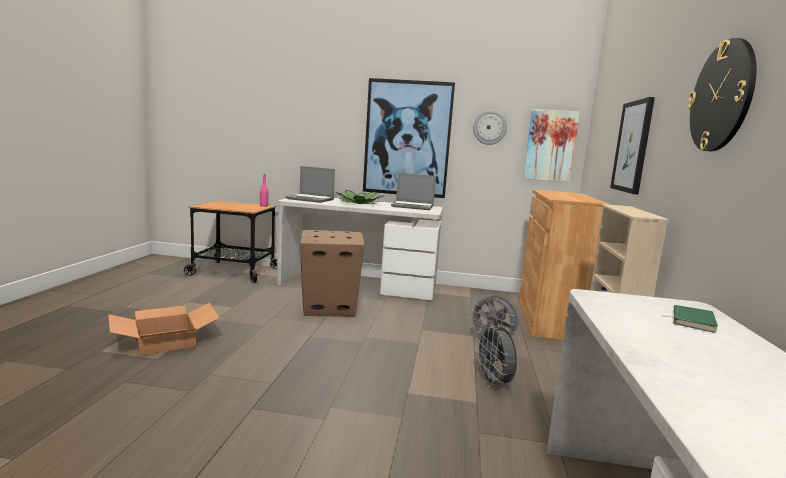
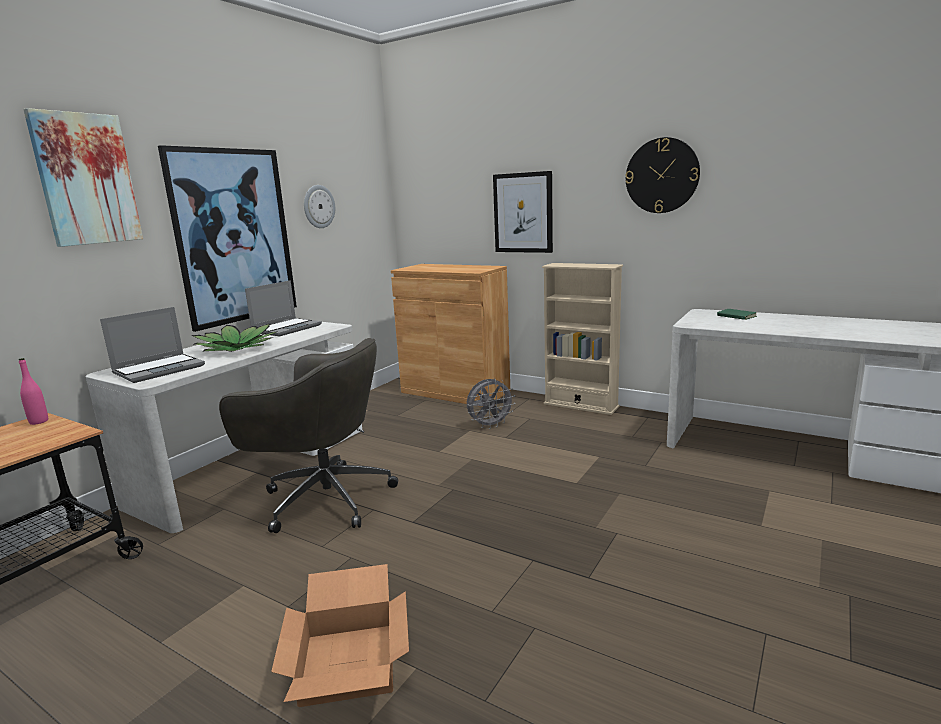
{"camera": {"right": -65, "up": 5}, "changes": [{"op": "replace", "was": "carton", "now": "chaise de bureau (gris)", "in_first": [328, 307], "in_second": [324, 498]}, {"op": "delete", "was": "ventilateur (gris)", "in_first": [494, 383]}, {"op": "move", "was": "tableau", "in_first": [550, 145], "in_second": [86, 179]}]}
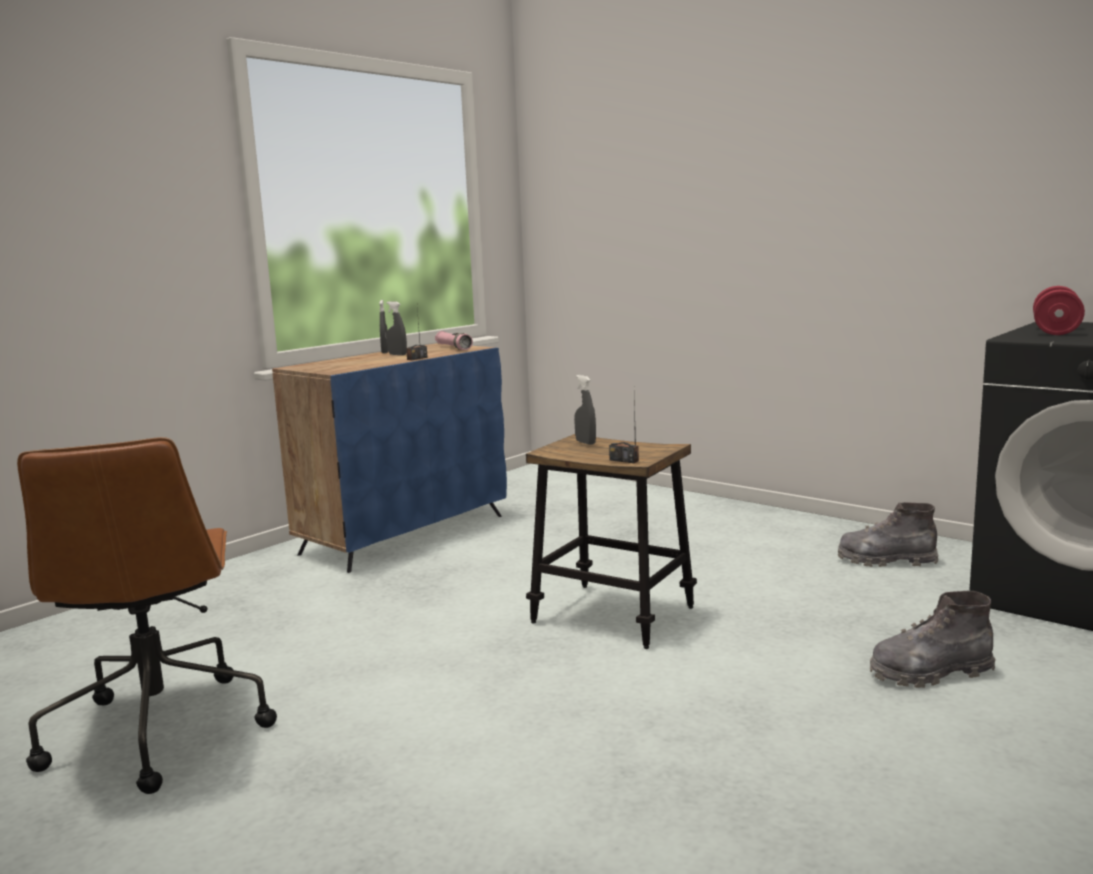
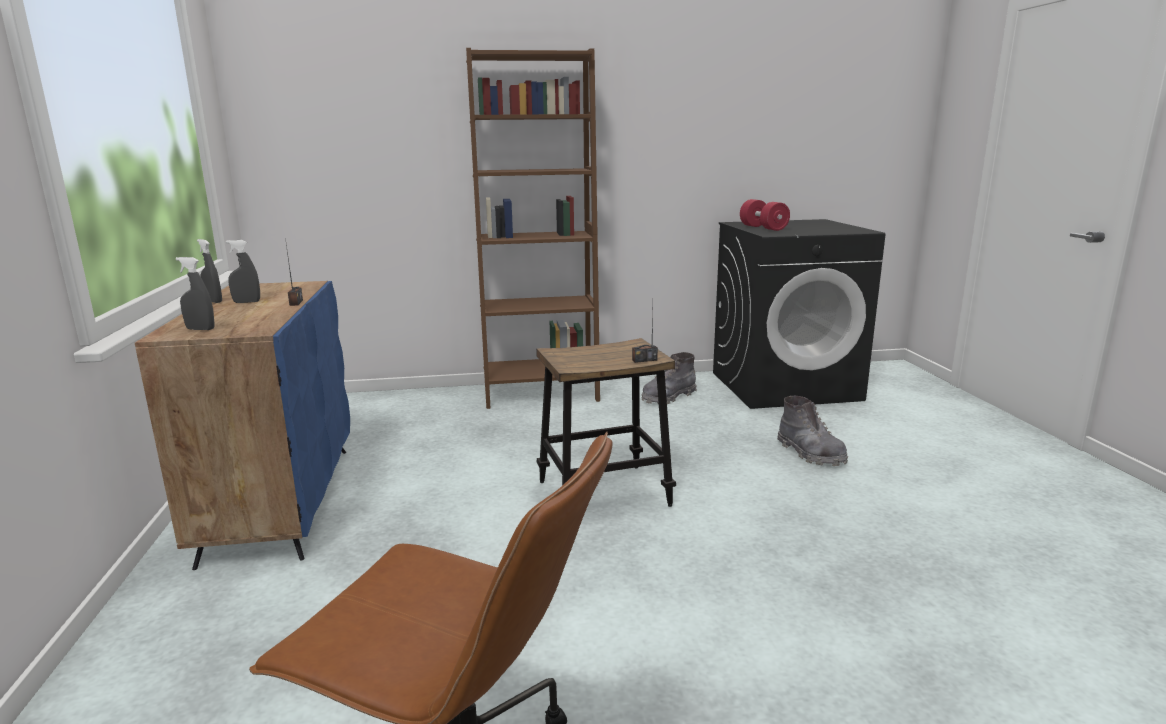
{"camera": {"right": -50, "up": 5}, "changes": [{"op": "delete", "was": "lampe de poche (rose)", "in_first": [453, 348]}, {"op": "move", "was": "vaporisateur (gris)", "in_first": [585, 442], "in_second": [200, 329]}, {"op": "rotate", "was": "botte (gris)", "in_first": [929, 672], "in_second": [810, 453], "clockwise": -60}, {"op": "insert", "now": "bibliothèque (marron)", "in_second": [540, 393]}]}
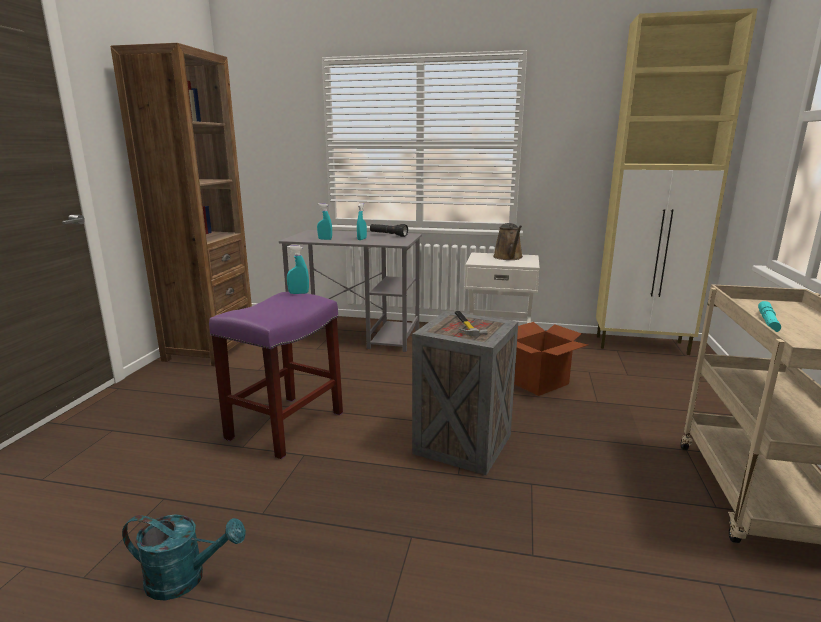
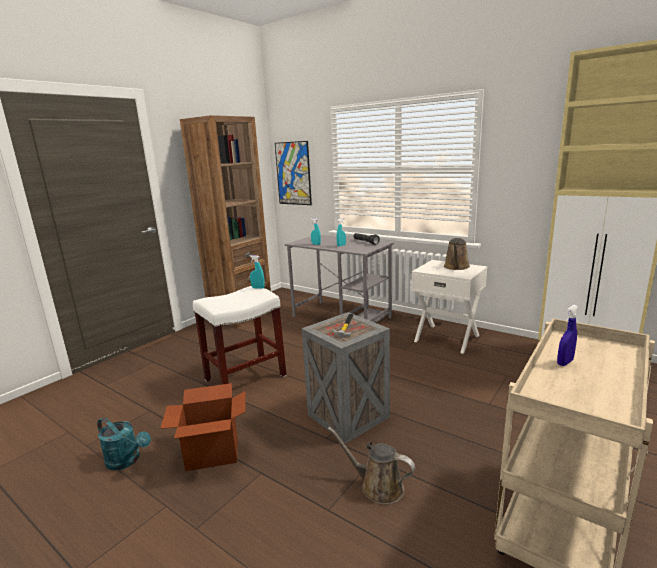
{"camera": {"right": 25, "up": 0}, "changes": [{"op": "recolor", "was": "tabouret (violet)", "now": "tabouret (blanc)", "in_first": [286, 425], "in_second": [246, 377]}, {"op": "move", "was": "carton", "in_first": [539, 383], "in_second": [212, 454]}, {"op": "replace", "was": "lampe de poche (turquoise)", "now": "vaporisateur (bleu)", "in_first": [768, 321], "in_second": [565, 362]}, {"op": "insert", "now": "tableau", "in_second": [293, 173]}, {"op": "insert", "now": "arrosoir (marron)", "in_second": [378, 486]}]}
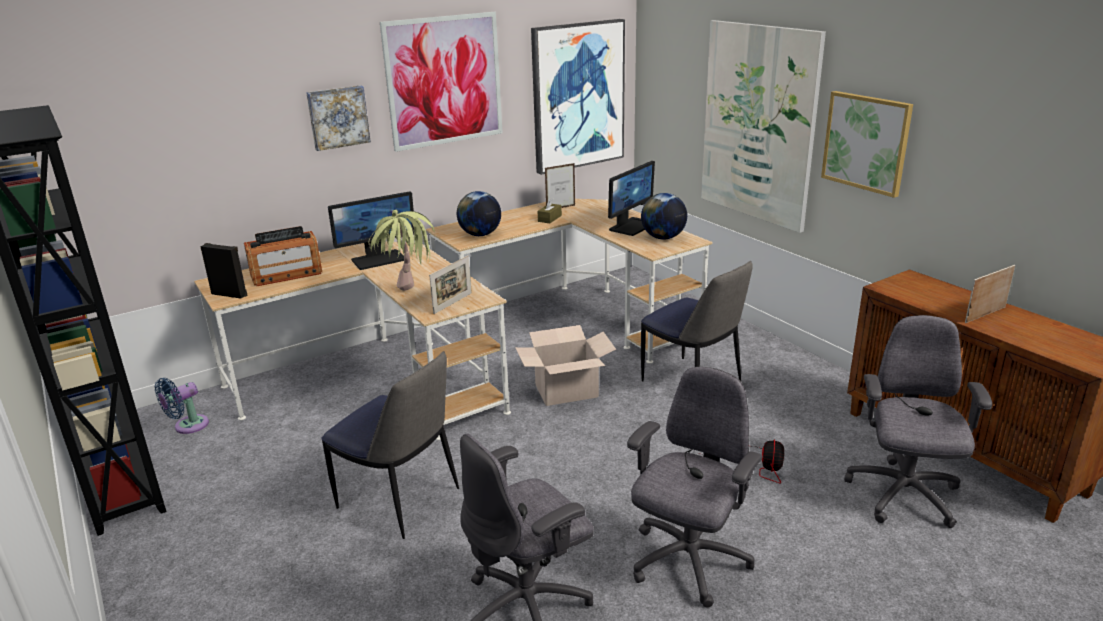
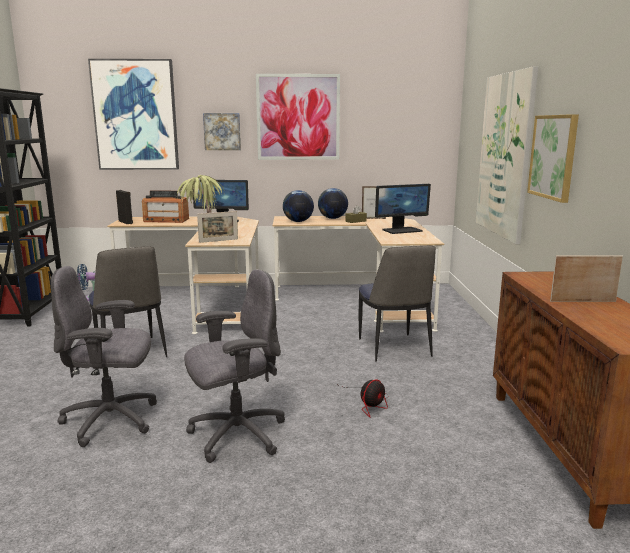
{"camera": {"right": 30, "up": -10}, "changes": [{"op": "delete", "was": "carton", "in_first": [566, 390]}, {"op": "move", "was": "tableau", "in_first": [577, 96], "in_second": [135, 115]}, {"op": "move", "was": "globe", "in_first": [663, 238], "in_second": [332, 218]}, {"op": "delete", "was": "chaise de bureau (gris)", "in_first": [903, 496]}]}
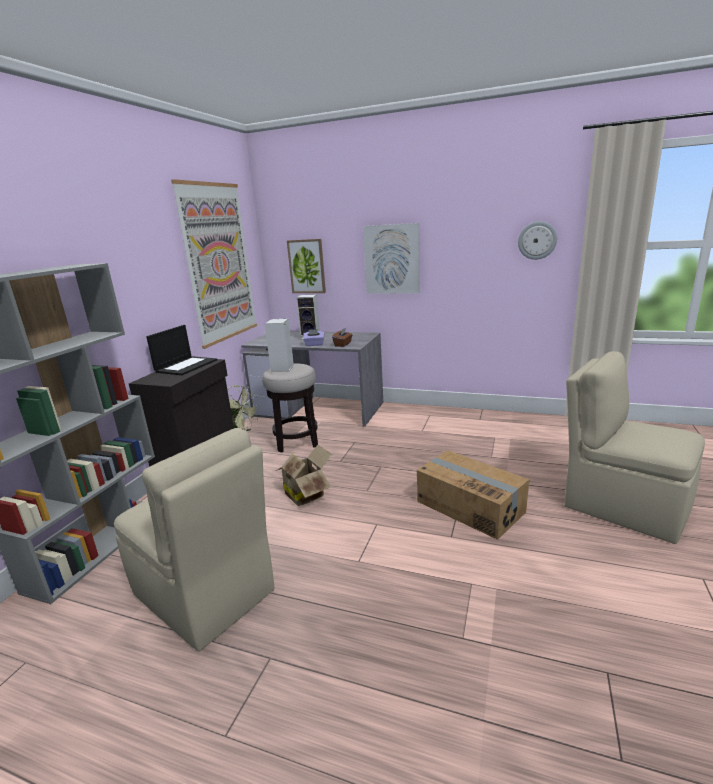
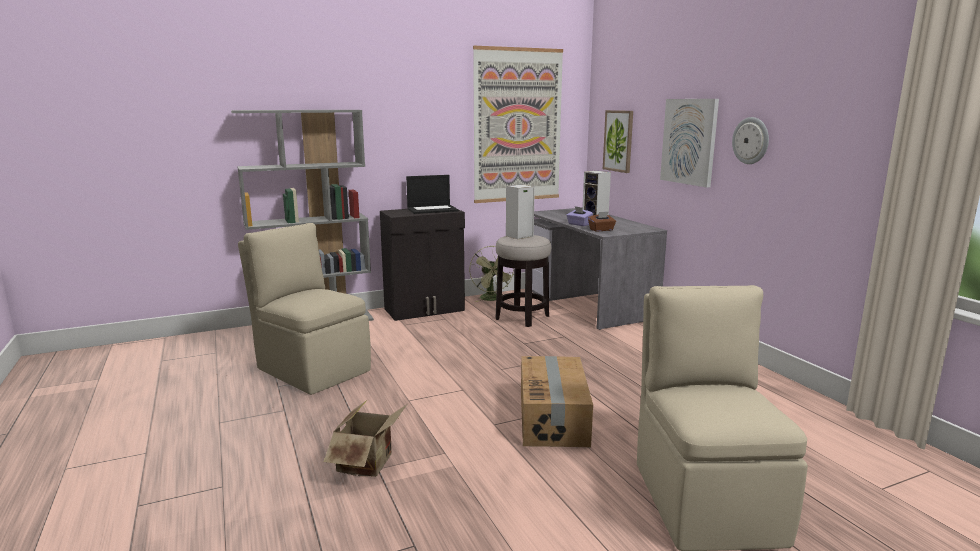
{"camera": {"right": 45, "up": -5}, "changes": [{"op": "rotate", "was": "chaise (beige)", "in_first": [206, 594], "in_second": [312, 369], "clockwise": 135}, {"op": "move", "was": "carton", "in_first": [306, 494], "in_second": [370, 463]}, {"op": "move", "was": "horloge murale", "in_first": [537, 240], "in_second": [751, 140]}]}
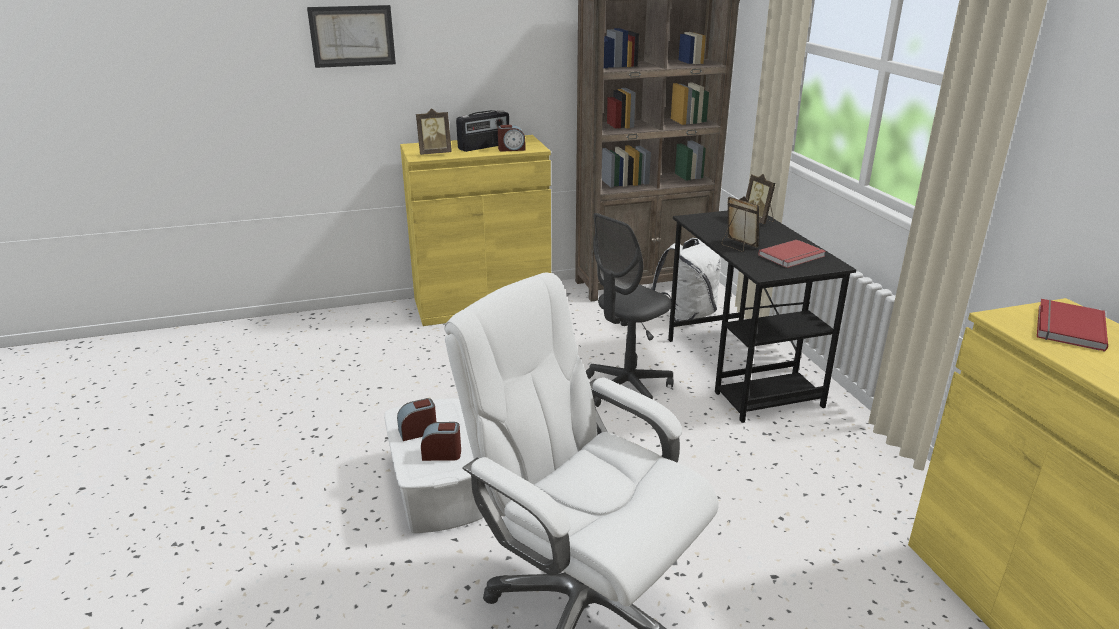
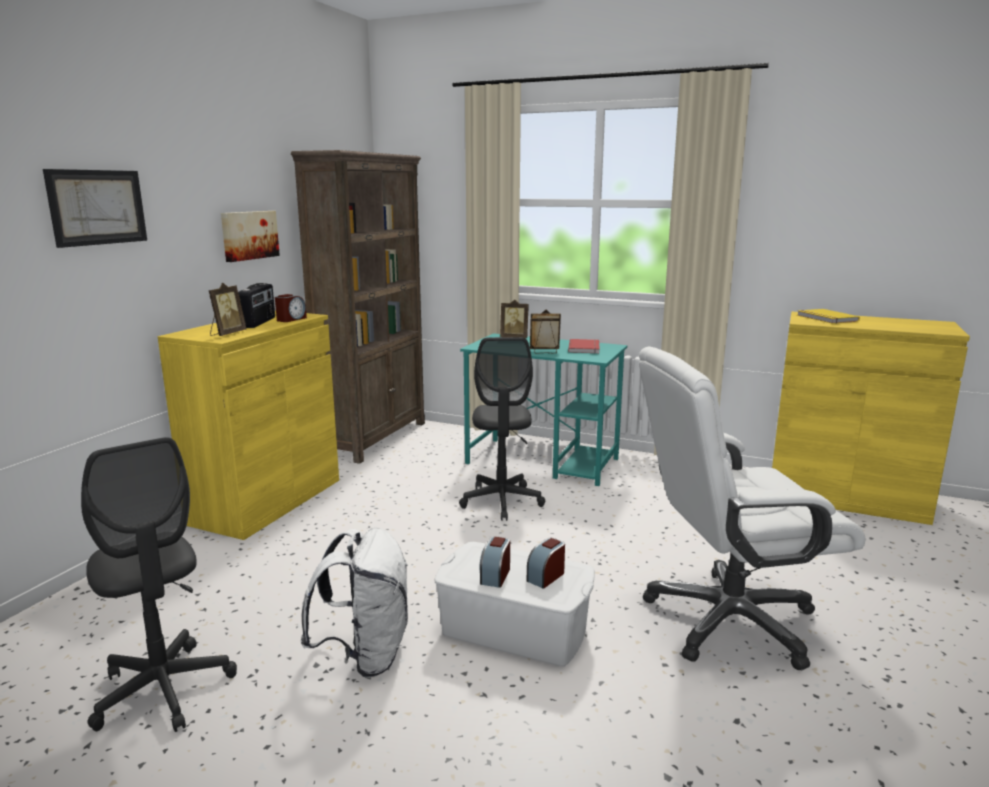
{"camera": {"right": -50, "up": -10}, "changes": [{"op": "move", "was": "sac à dos (blanc)", "in_first": [687, 316], "in_second": [365, 655]}, {"op": "recolor", "was": "bureau (noir)", "now": "bureau (turquoise)", "in_first": [741, 372], "in_second": [543, 461]}, {"op": "recolor", "was": "livre (rouge)", "now": "livre (jaune)", "in_first": [1066, 327], "in_second": [826, 318]}, {"op": "insert", "now": "chaise de bureau (gris)", "in_second": [164, 690]}, {"op": "insert", "now": "tableau", "in_second": [249, 235]}]}
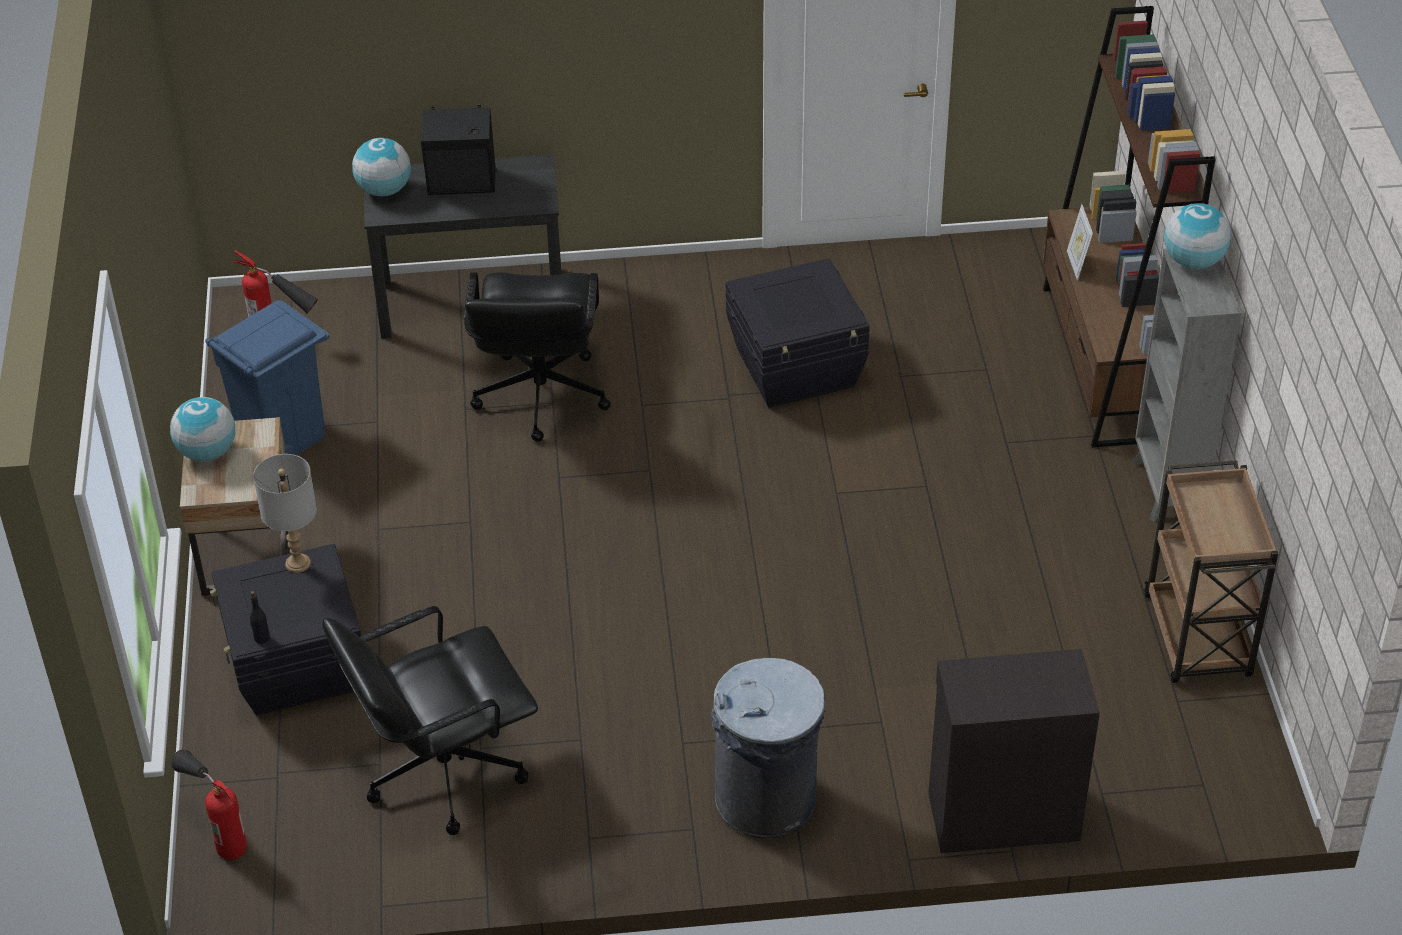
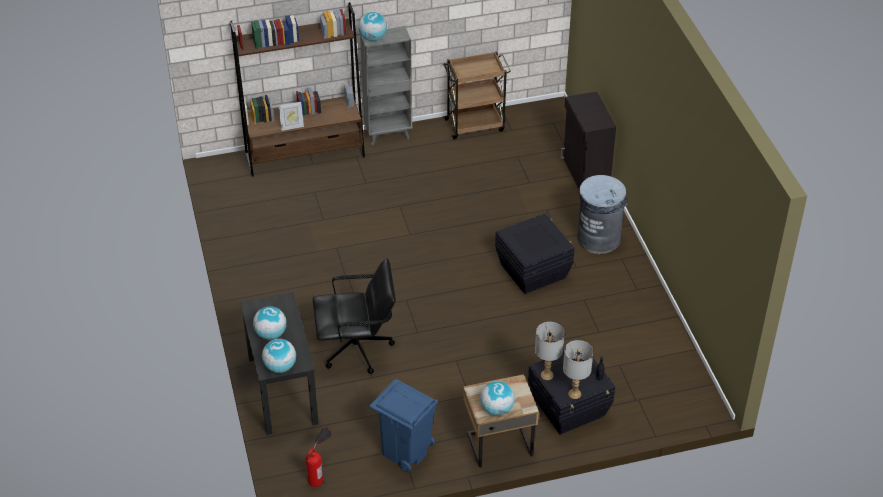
{"camera": {"right": -100, "up": 0}, "changes": [{"op": "delete", "was": "extincteur", "in_first": [217, 830]}, {"op": "delete", "was": "chaise de bureau (noir)", "in_first": [442, 771]}, {"op": "replace", "was": "enceinte (noir)", "now": "globe", "in_first": [463, 183], "in_second": [271, 334]}, {"op": "move", "was": "boîte de rangement (noir)", "in_first": [797, 369], "in_second": [533, 271]}, {"op": "insert", "now": "lampe de table (gris)", "in_second": [574, 393]}]}
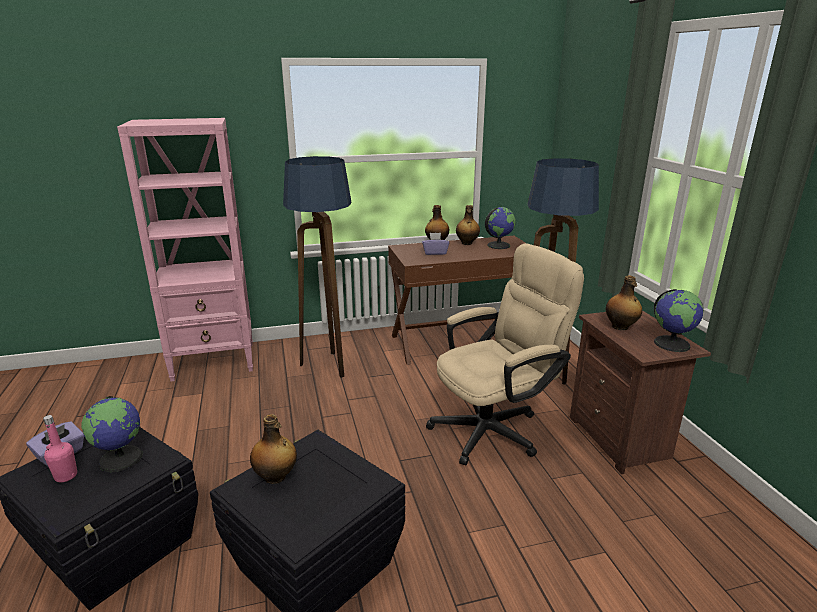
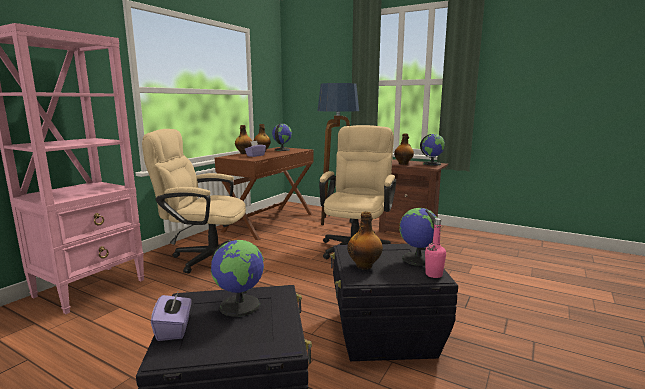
{"camera": {"right": -45, "up": -10}, "changes": [{"op": "move", "was": "bouteille (rose)", "in_first": [66, 476], "in_second": [433, 274]}, {"op": "replace", "was": "lampadaire", "now": "chaise de bureau (beige)", "in_first": [328, 367], "in_second": [205, 258]}, {"op": "insert", "now": "globe", "in_second": [417, 259]}]}
